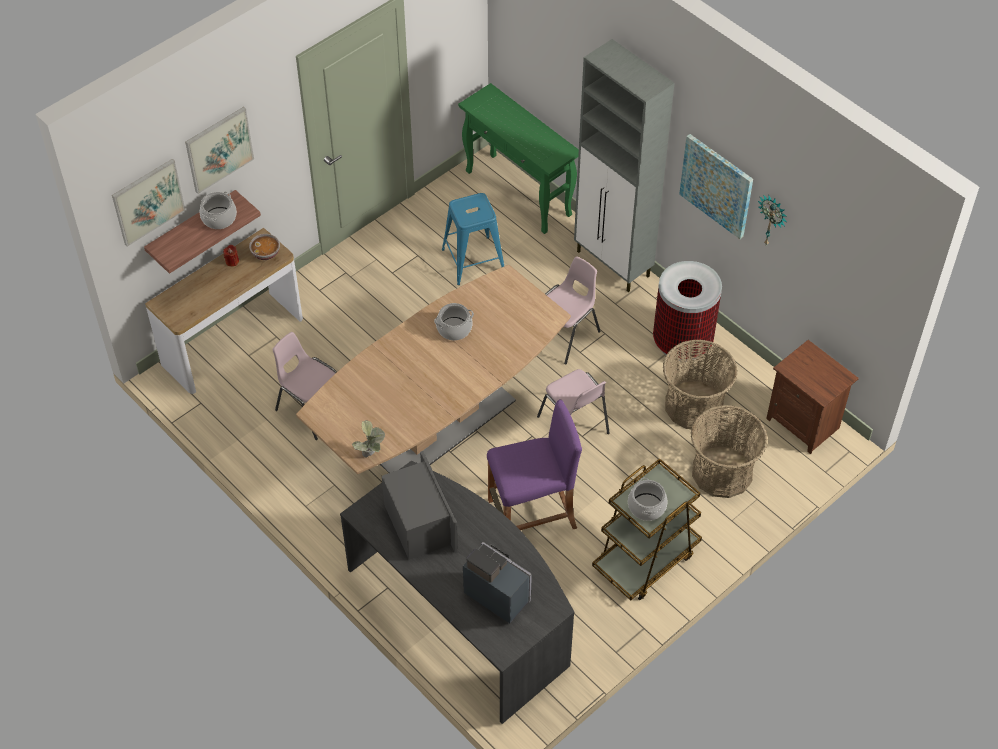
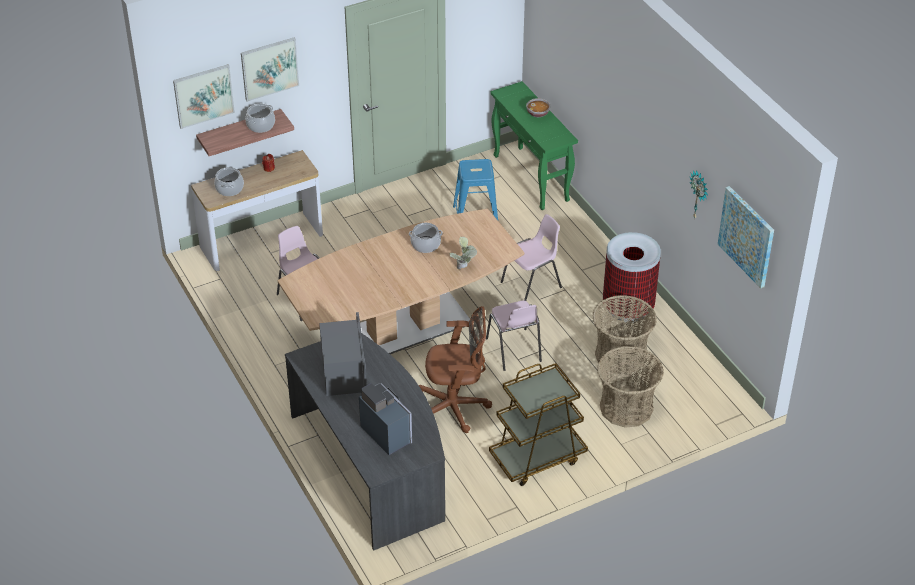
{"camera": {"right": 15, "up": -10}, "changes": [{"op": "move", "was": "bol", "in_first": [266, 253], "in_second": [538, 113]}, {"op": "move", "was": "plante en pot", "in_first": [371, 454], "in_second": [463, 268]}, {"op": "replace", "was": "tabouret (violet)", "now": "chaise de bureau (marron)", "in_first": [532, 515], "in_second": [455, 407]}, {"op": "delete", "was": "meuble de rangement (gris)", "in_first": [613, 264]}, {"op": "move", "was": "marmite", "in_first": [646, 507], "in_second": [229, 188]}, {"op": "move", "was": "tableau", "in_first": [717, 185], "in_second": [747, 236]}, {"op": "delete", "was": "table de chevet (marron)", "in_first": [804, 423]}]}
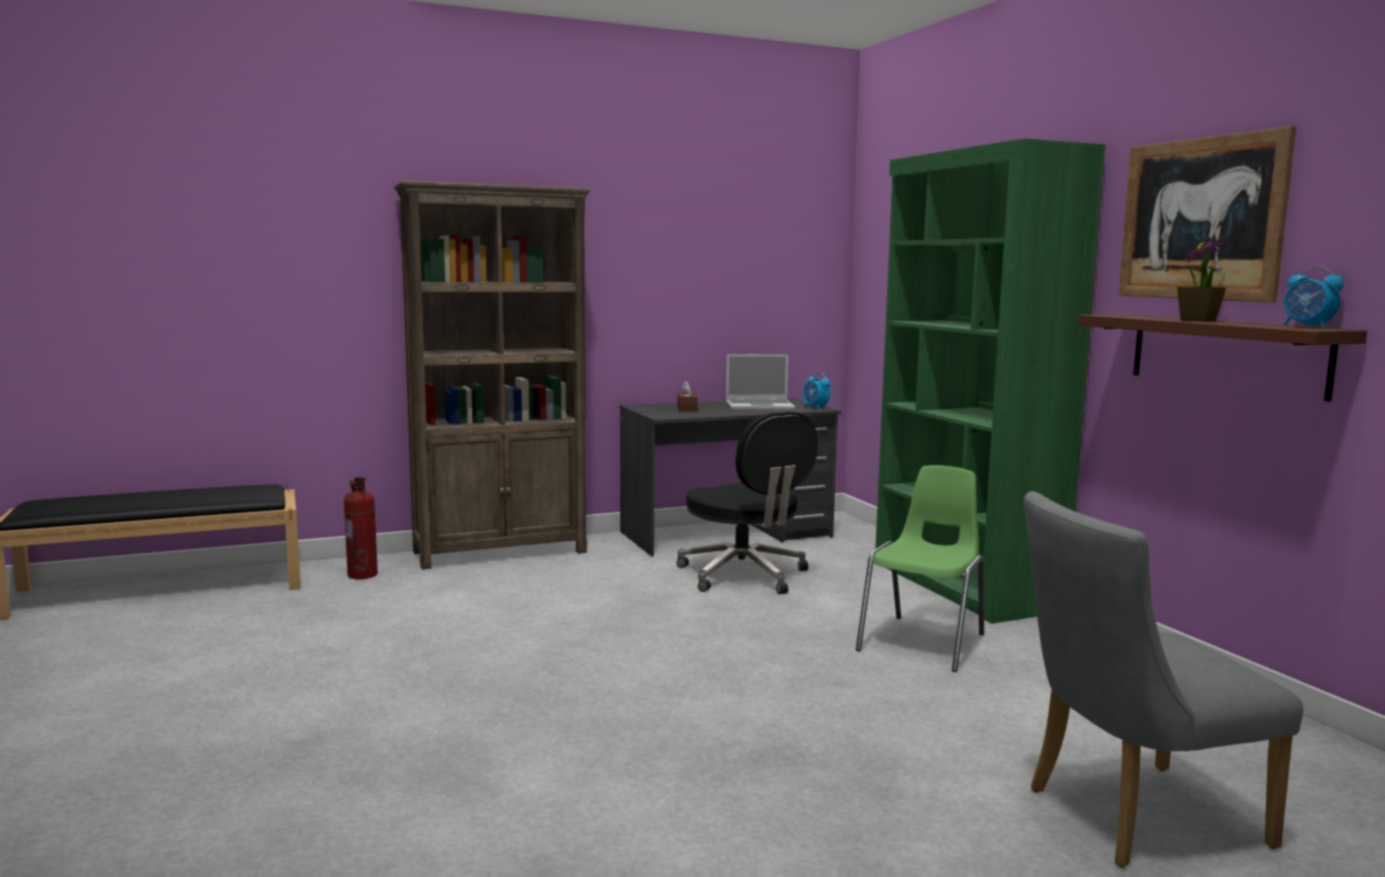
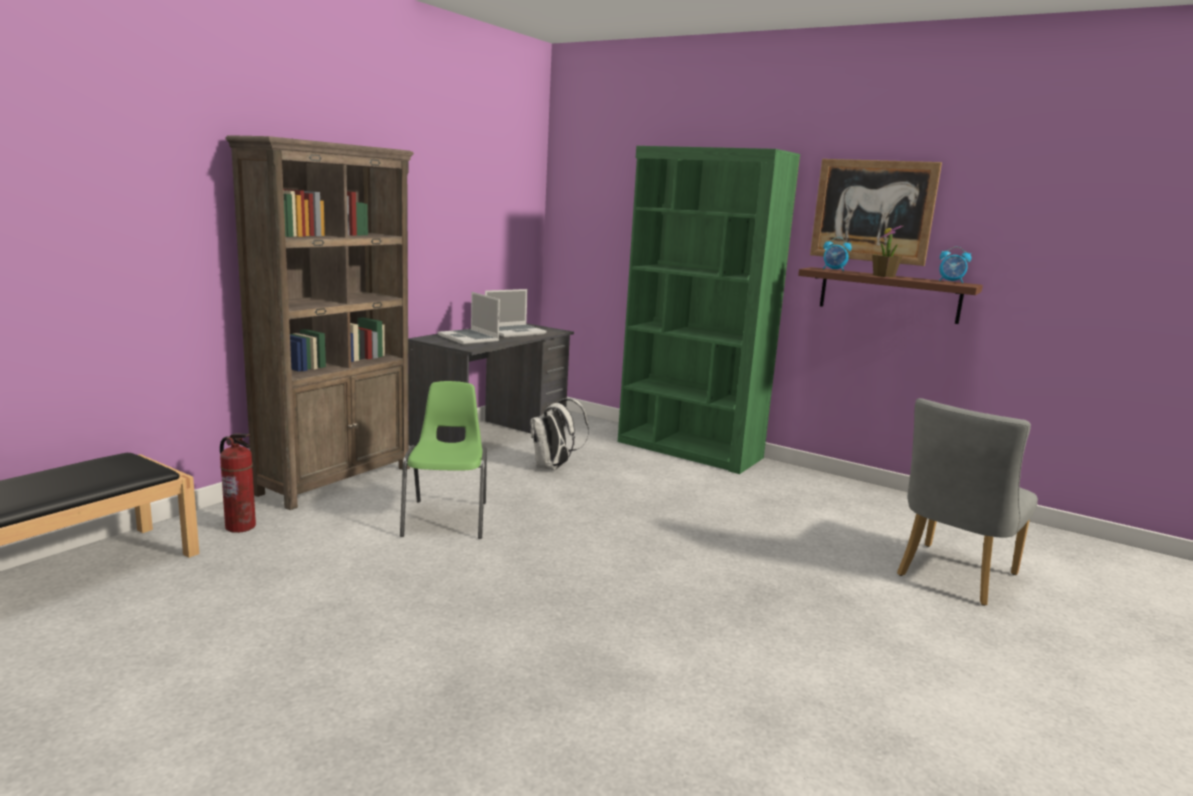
{"camera": {"right": -35, "up": 5}, "changes": [{"op": "replace", "was": "chaise de bureau (noir)", "now": "sac à dos (blanc)", "in_first": [744, 575], "in_second": [553, 467]}, {"op": "replace", "was": "boîte à mouchoirs (marron)", "now": "ordinateur portable", "in_first": [687, 409], "in_second": [469, 338]}, {"op": "move", "was": "réveil", "in_first": [815, 408], "in_second": [834, 270]}, {"op": "move", "was": "chaise (vert)", "in_first": [924, 642], "in_second": [447, 518]}]}
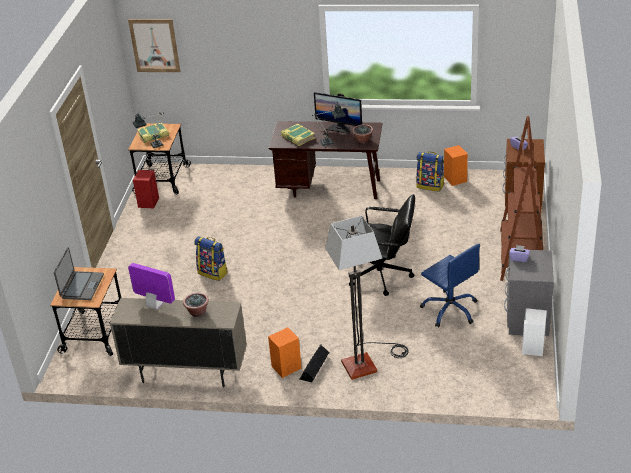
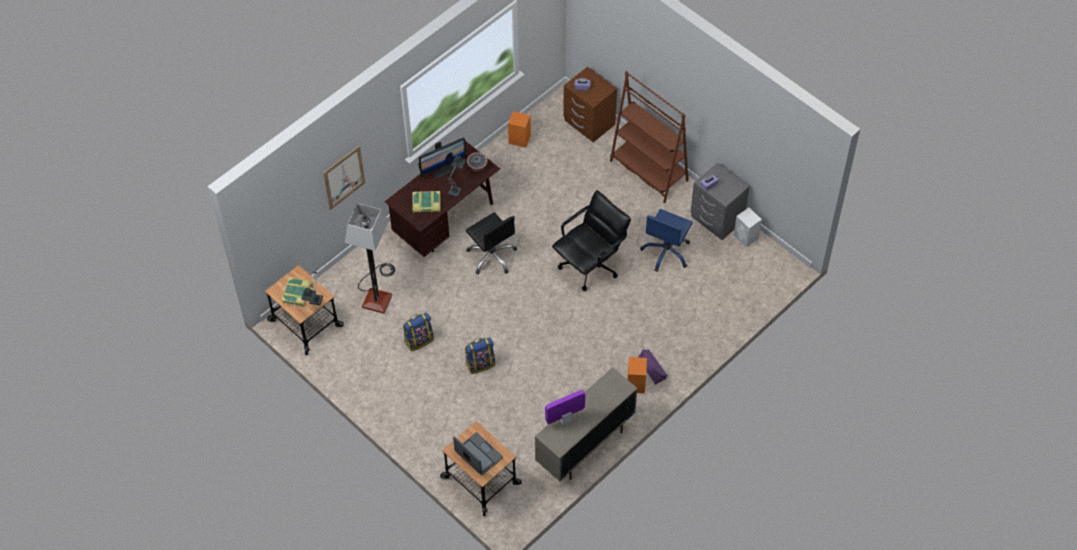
{"camera": {"right": -55, "up": 20}, "changes": [{"op": "move", "was": "tableau", "in_first": [154, 45], "in_second": [344, 177]}, {"op": "delete", "was": "enceinte (rouge)", "in_first": [148, 202]}, {"op": "delete", "was": "plante en pot", "in_first": [197, 312]}, {"op": "recolor", "was": "enceinte (noir)", "now": "enceinte (violet)", "in_first": [315, 368], "in_second": [652, 368]}, {"op": "move", "was": "lampadaire", "in_first": [367, 362], "in_second": [377, 293]}, {"op": "move", "was": "sac à dos", "in_first": [430, 185], "in_second": [419, 340]}, {"op": "rotate", "was": "chaise de bureau (bleu)", "in_first": [450, 309], "in_second": [666, 252], "clockwise": 120}, {"op": "insert", "now": "chaise de bureau (noir)", "in_second": [492, 256]}]}
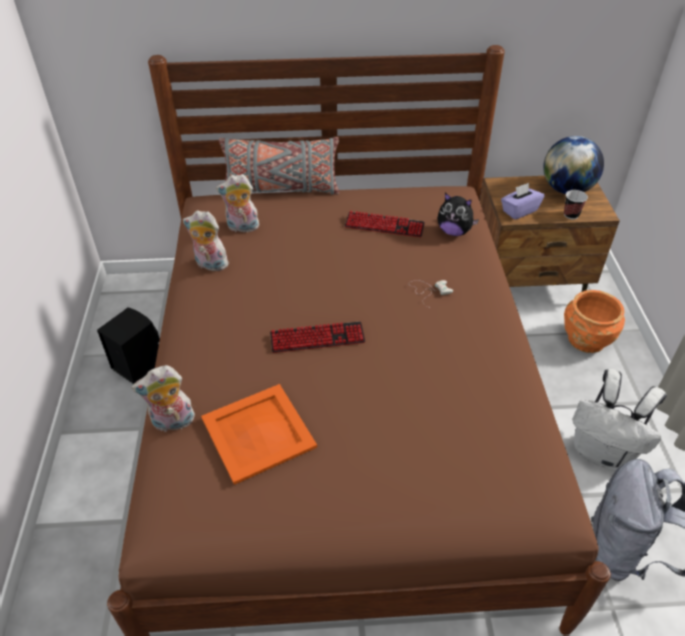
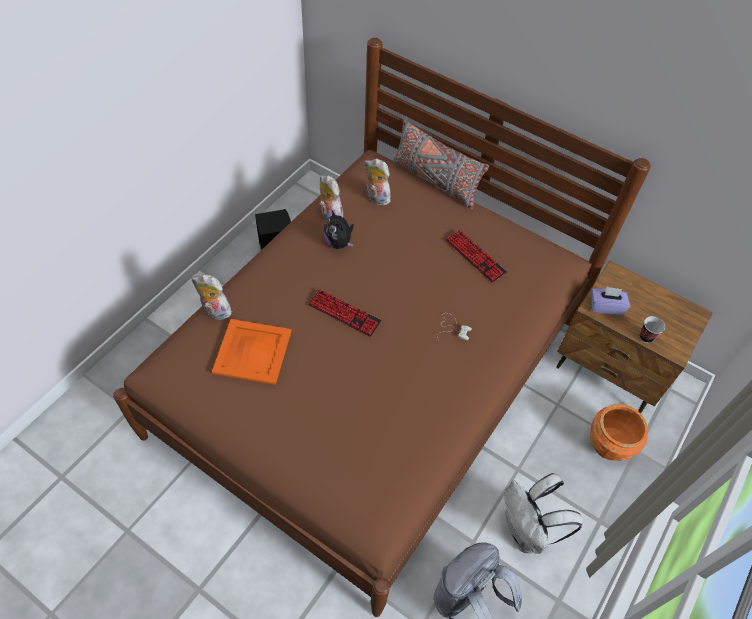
{"camera": {"right": 35, "up": 10}, "changes": [{"op": "move", "was": "peluche", "in_first": [454, 232], "in_second": [339, 243]}, {"op": "delete", "was": "globe", "in_first": [566, 189]}]}
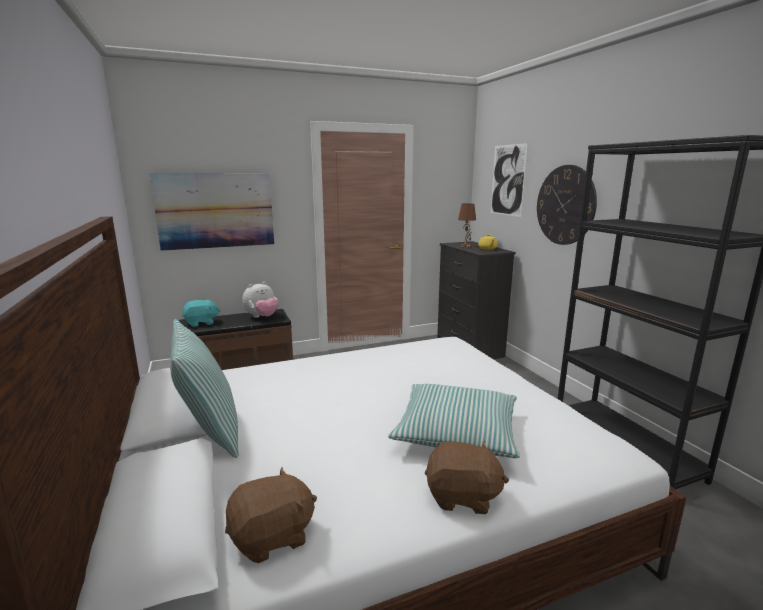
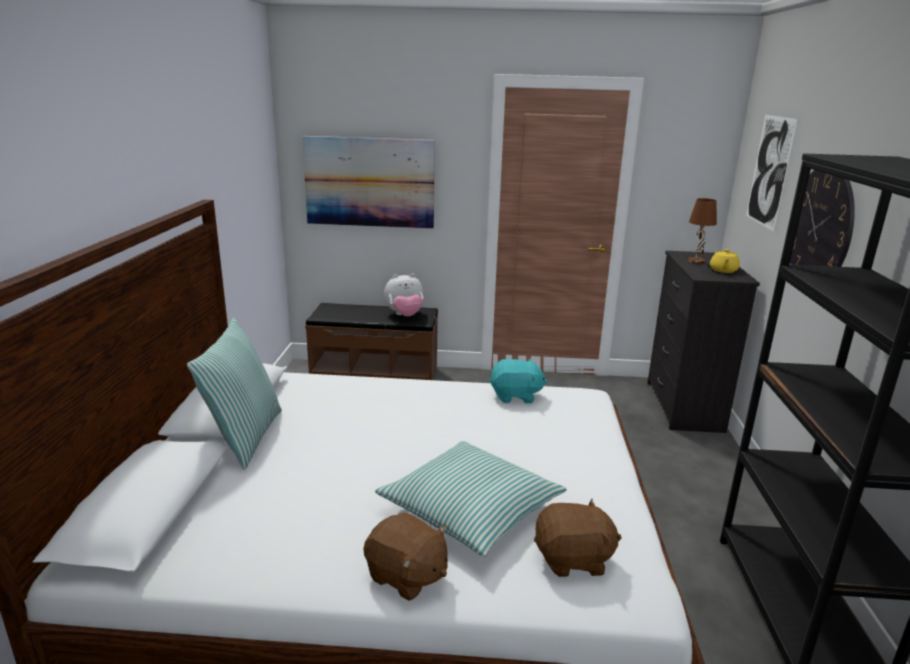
{"camera": {"right": 25, "up": 5}, "changes": [{"op": "move", "was": "peluche (turquoise)", "in_first": [201, 323], "in_second": [515, 396]}, {"op": "move", "was": "peluche (marron)", "in_first": [272, 537], "in_second": [573, 559]}]}
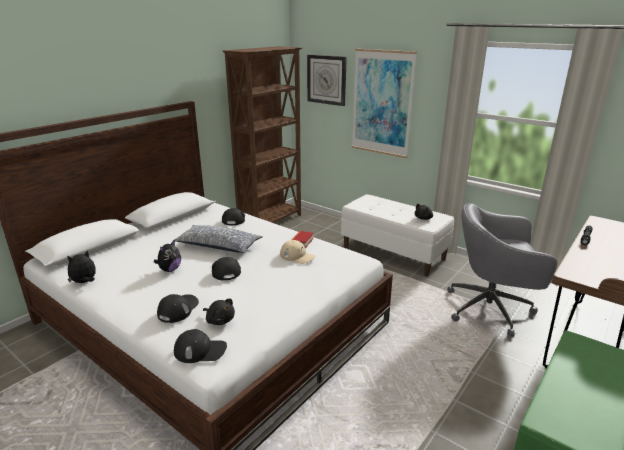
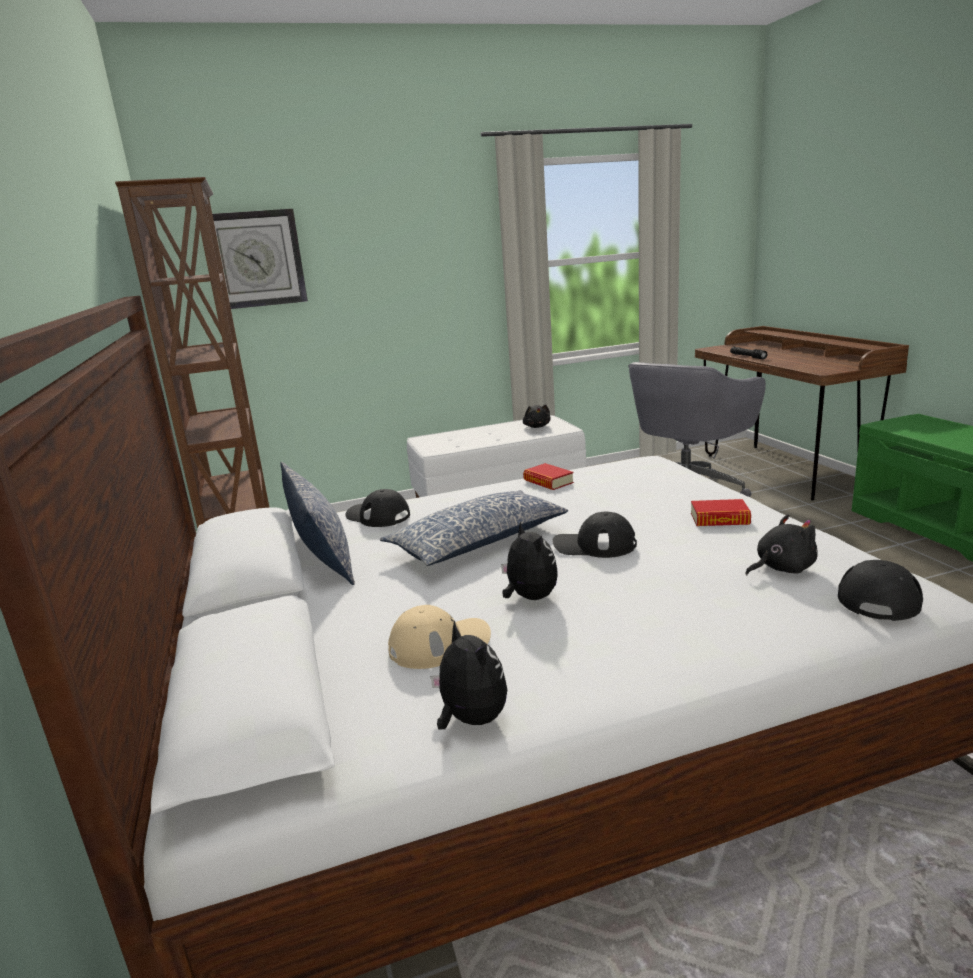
{"camera": {"right": -55, "up": -5}, "changes": [{"op": "rotate", "was": "peluche", "in_first": [84, 282], "in_second": [471, 719], "clockwise": 150}, {"op": "delete", "was": "casquette (noir)", "in_first": [178, 309]}, {"op": "move", "was": "casquette (beige)", "in_first": [297, 256], "in_second": [440, 643]}, {"op": "delete", "was": "tableau", "in_first": [382, 103]}, {"op": "insert", "now": "coussin", "in_second": [321, 553]}, {"op": "insert", "now": "livre", "in_second": [719, 519]}]}
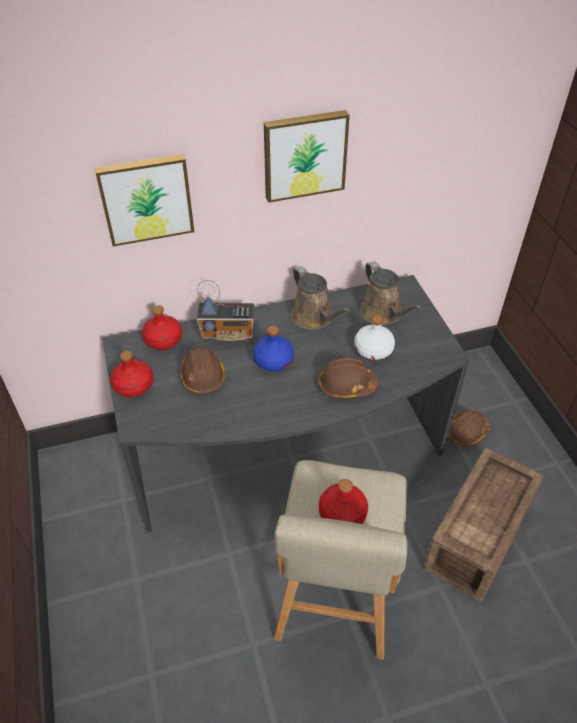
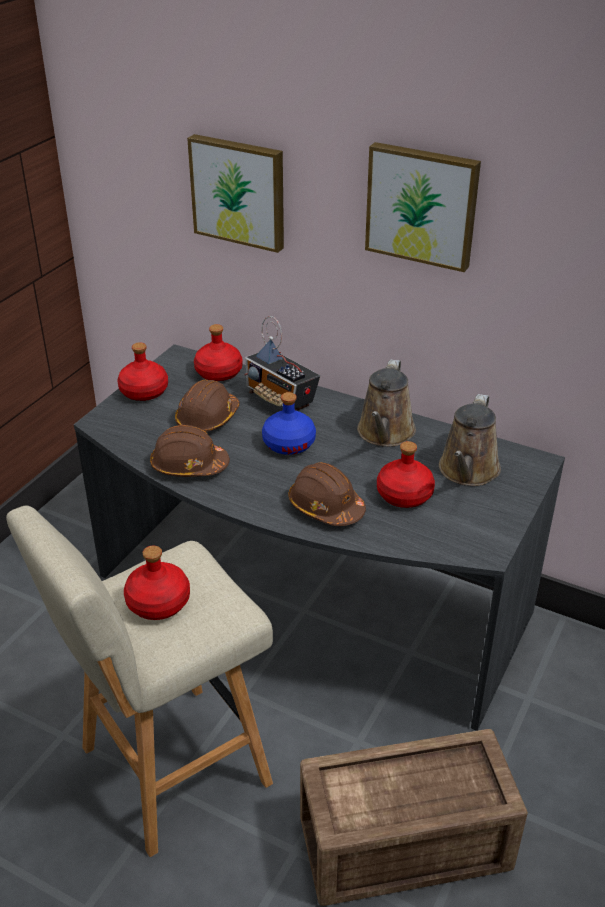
{"camera": {"right": 45, "up": -10}, "changes": [{"op": "recolor", "was": "bouteille (blanc)", "now": "bouteille (rouge)", "in_first": [373, 350], "in_second": [404, 495]}, {"op": "move", "was": "casque de chantier (marron)", "in_first": [466, 432], "in_second": [189, 466]}]}
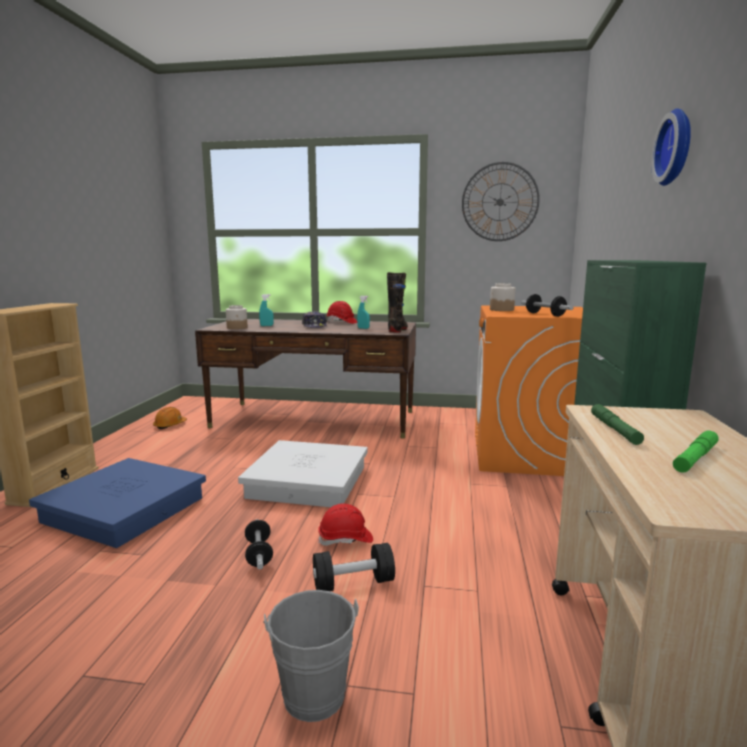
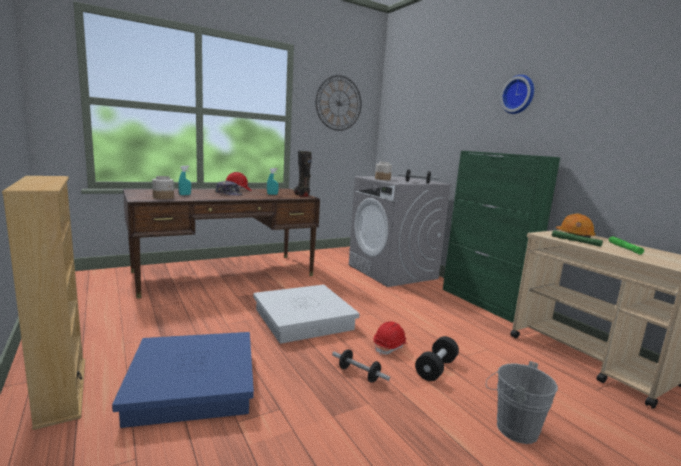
{"camera": {"right": -40, "up": 0}, "changes": [{"op": "move", "was": "casque de chantier (orange)", "in_first": [170, 425], "in_second": [574, 235]}, {"op": "recolor", "was": "lave-linge (orange)", "now": "lave-linge (gris)", "in_first": [526, 453], "in_second": [392, 272]}]}
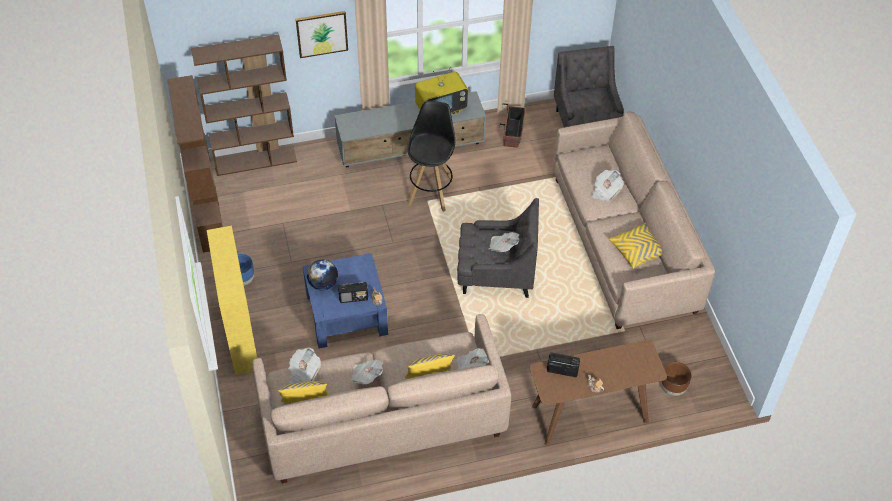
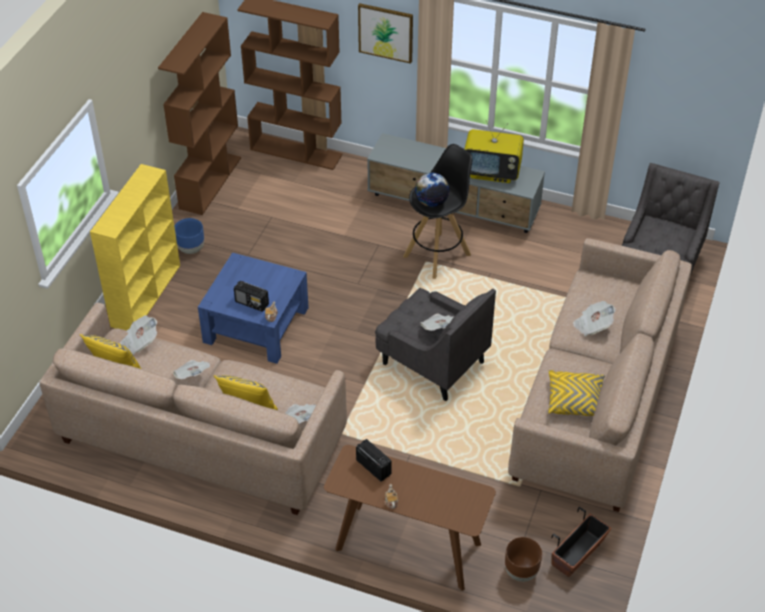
{"camera": {"right": 35, "up": -5}, "changes": [{"op": "move", "was": "globe", "in_first": [323, 284], "in_second": [431, 202]}, {"op": "move", "was": "cache-pot", "in_first": [513, 133], "in_second": [578, 553]}]}
